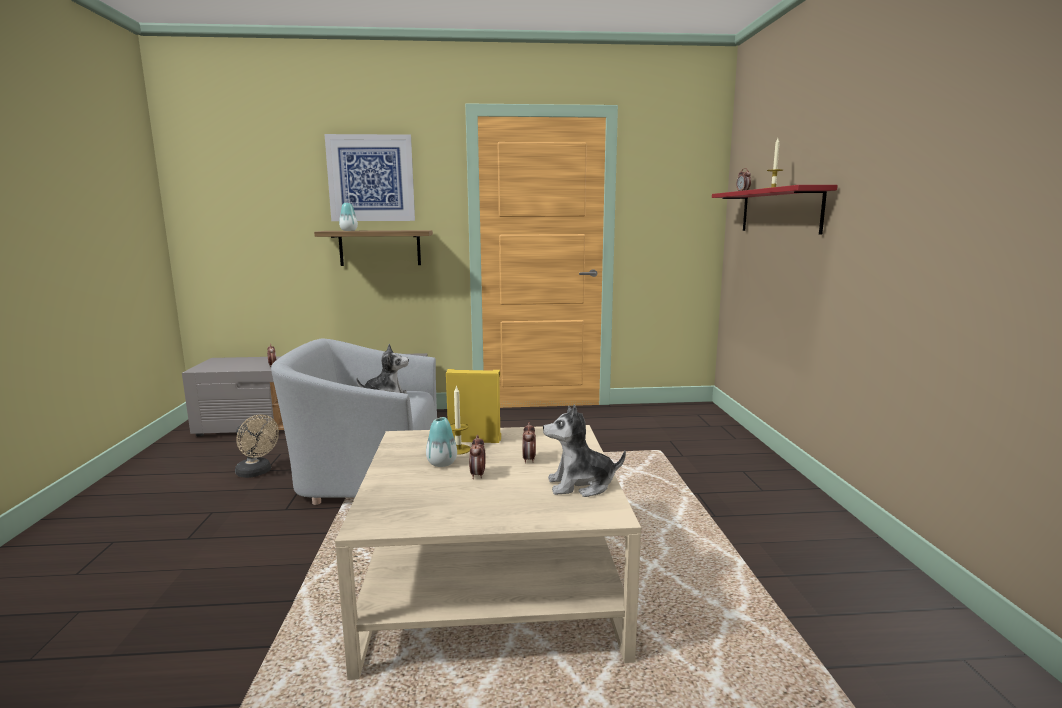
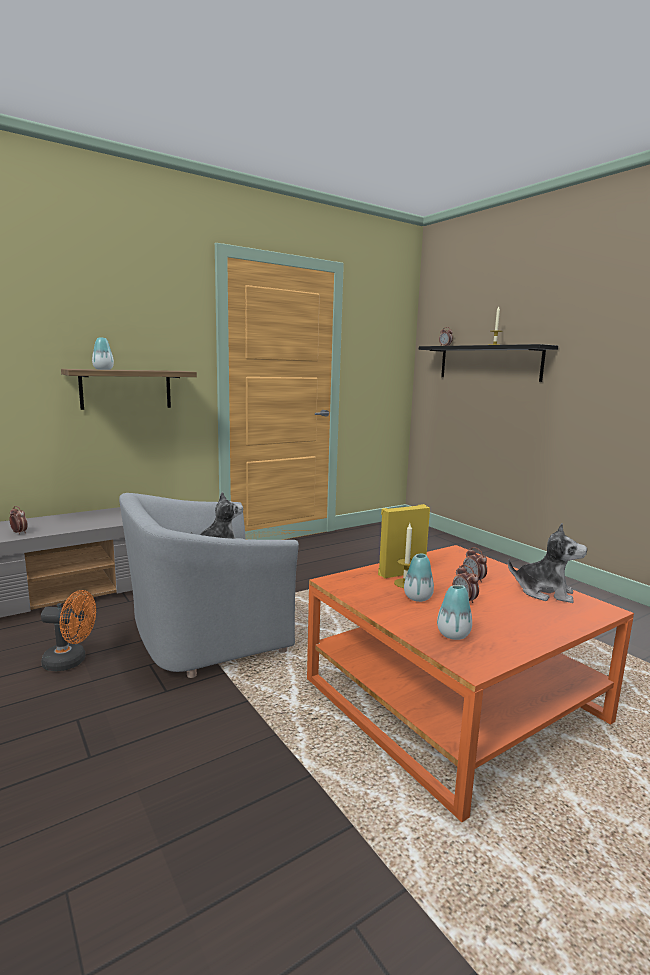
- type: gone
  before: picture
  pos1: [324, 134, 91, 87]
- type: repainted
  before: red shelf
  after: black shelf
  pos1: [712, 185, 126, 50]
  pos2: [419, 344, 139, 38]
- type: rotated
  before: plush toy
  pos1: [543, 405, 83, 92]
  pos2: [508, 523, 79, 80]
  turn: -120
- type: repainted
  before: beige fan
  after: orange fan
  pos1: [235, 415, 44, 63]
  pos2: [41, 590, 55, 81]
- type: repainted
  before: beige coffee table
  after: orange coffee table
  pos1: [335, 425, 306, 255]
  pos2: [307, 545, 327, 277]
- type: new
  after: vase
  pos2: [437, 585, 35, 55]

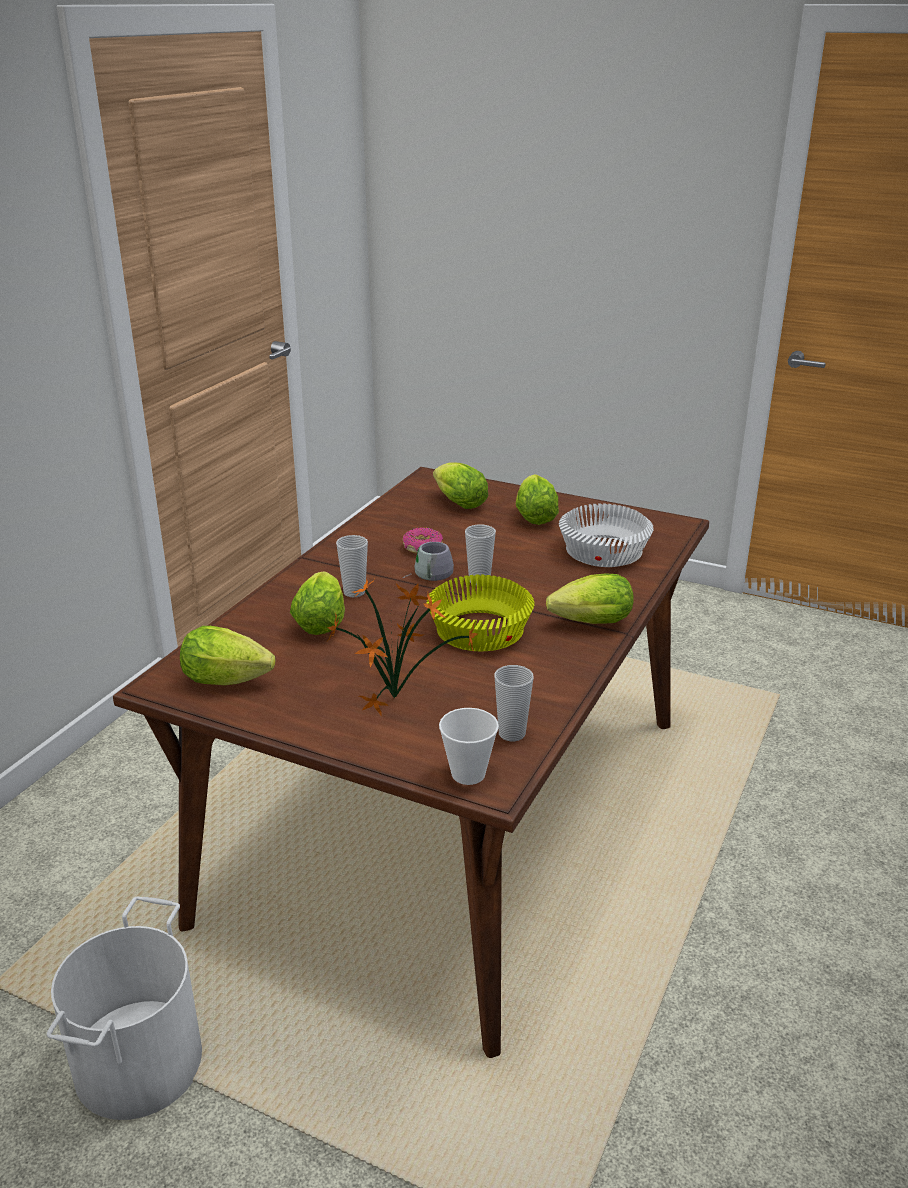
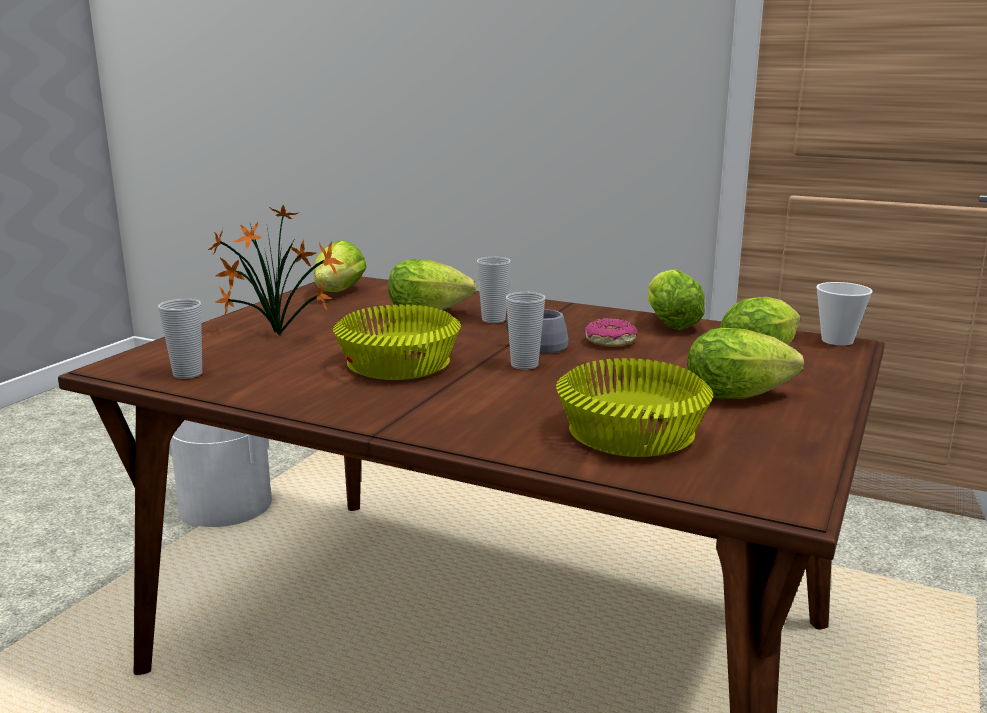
- type: repainted
  before: white bowl
  after: yellow bowl
  pos1: [559, 504, 95, 63]
  pos2: [556, 358, 157, 99]
- type: shifted
  before: lettuce
  pos1: [546, 574, 88, 50]
  pos2: [648, 269, 57, 61]
- type: shifted
  before: cup
  pos1: [439, 708, 60, 77]
  pos2: [816, 282, 57, 64]

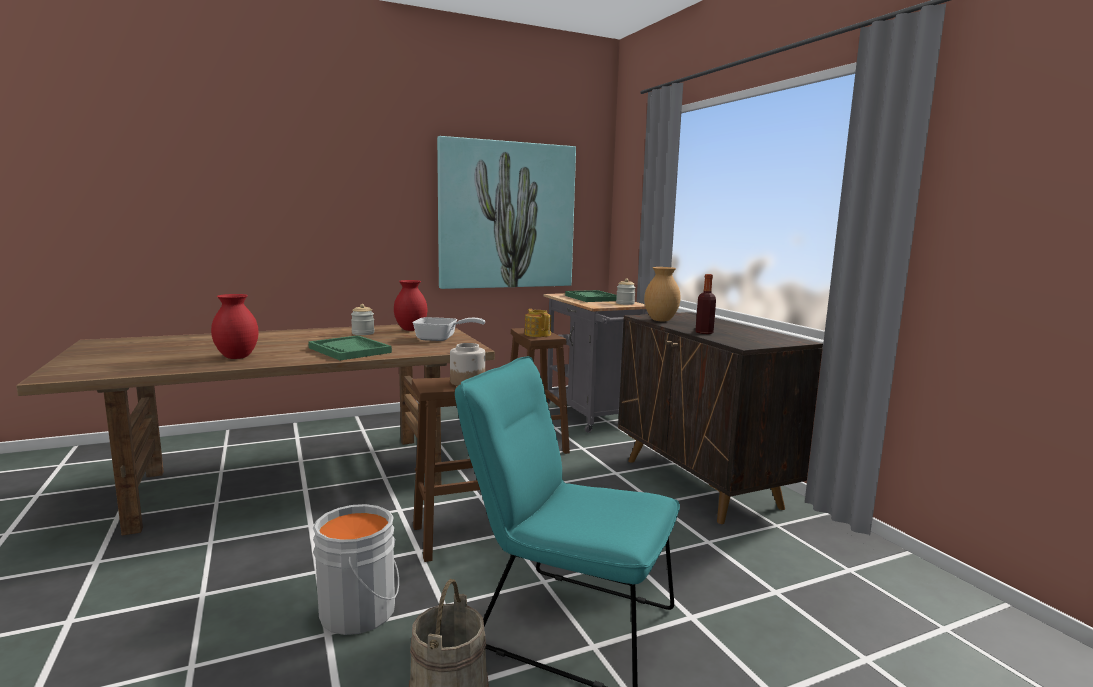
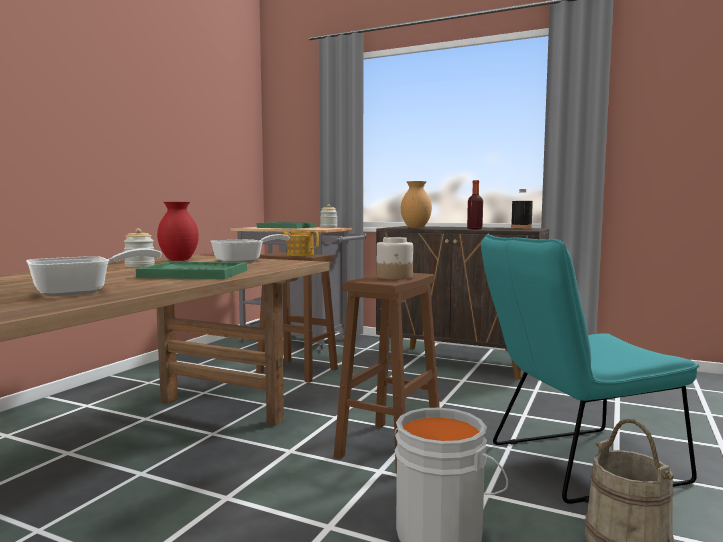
- type: gone
  before: picture
  pos1: [437, 136, 139, 153]
- type: swapped
  before: red vase
  after: frying pan
  pos1: [211, 294, 48, 65]
  pos2: [26, 248, 136, 48]
- type: new
  after: black bottle
  pos2: [511, 189, 22, 40]

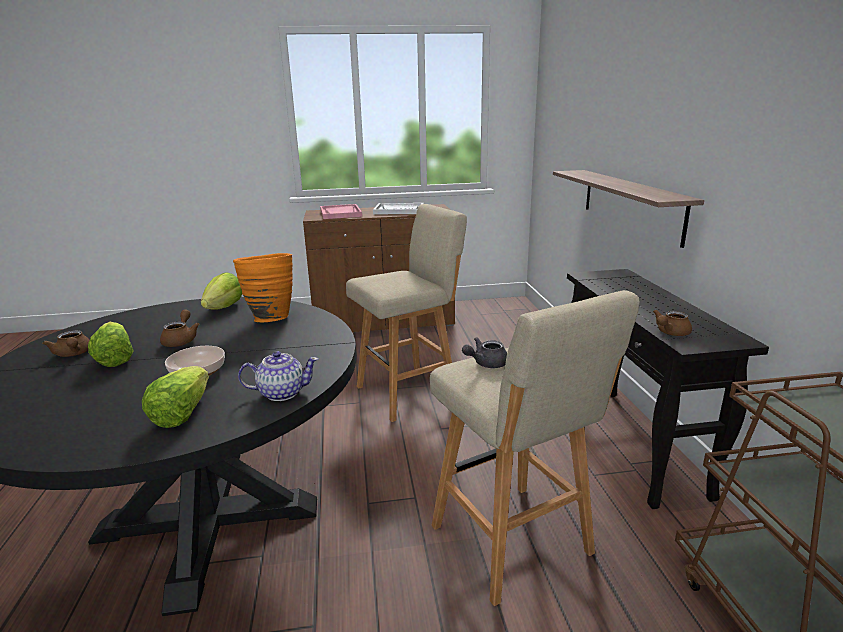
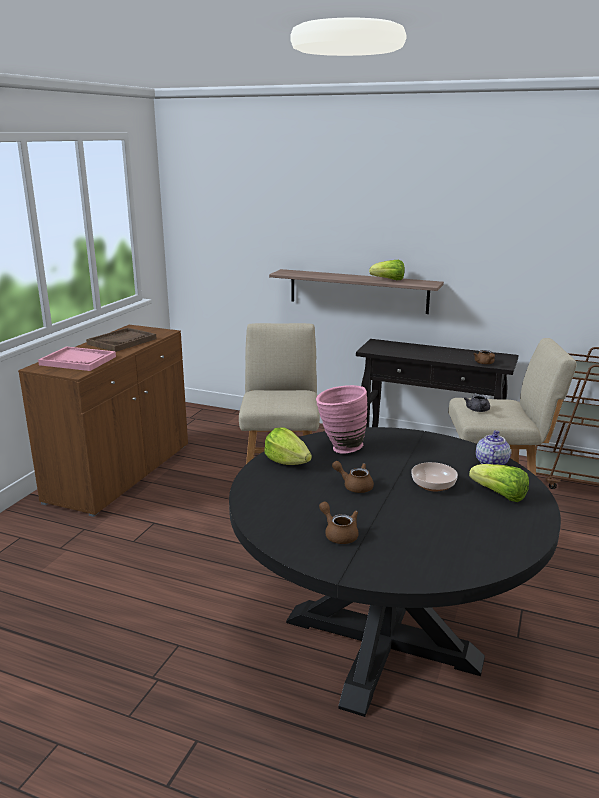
- type: repainted
  before: white tray
  after: brown tray
  pos1: [373, 203, 51, 11]
  pos2: [86, 328, 71, 24]
- type: repainted
  before: orange vase
  after: pink vase
  pos1: [233, 253, 60, 69]
  pos2: [316, 385, 52, 69]
- type: shifted
  before: lettuce
  pos1: [88, 322, 46, 45]
  pos2: [369, 260, 36, 20]
- type: rotated
  before: brown teapot
  pos1: [42, 330, 47, 27]
  pos2: [319, 501, 40, 43]
  turn: -120

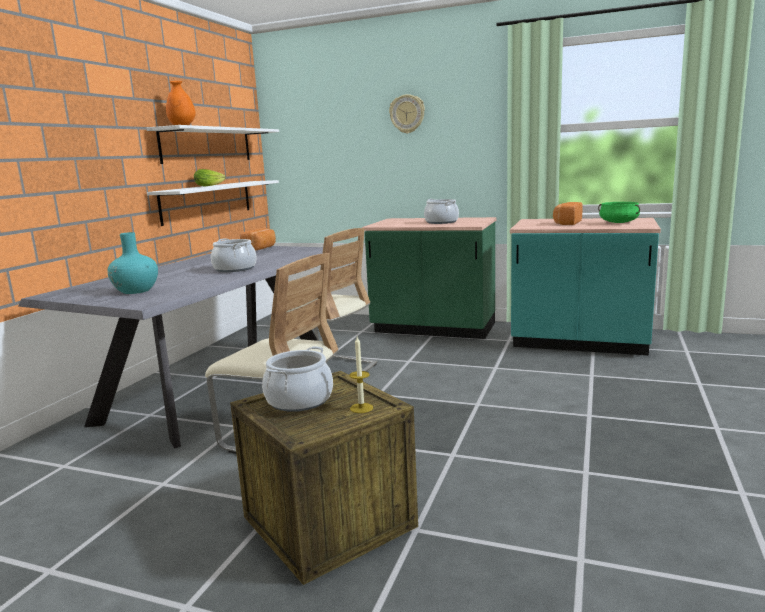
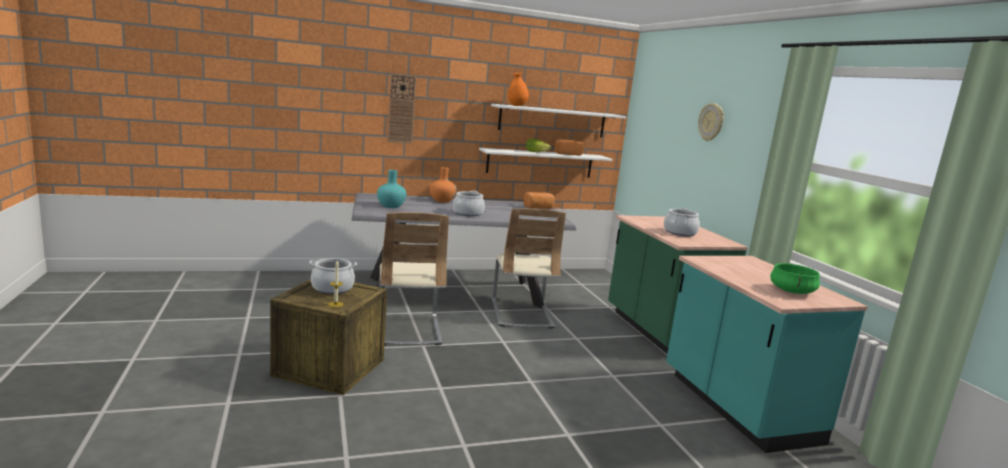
- type: shifted
  before: bread
  pos1: [553, 202, 30, 23]
  pos2: [555, 139, 28, 17]
- type: new
  after: wall clock
  pos2: [387, 74, 29, 70]
- type: new
  after: orange vase
  pos2: [430, 167, 27, 36]

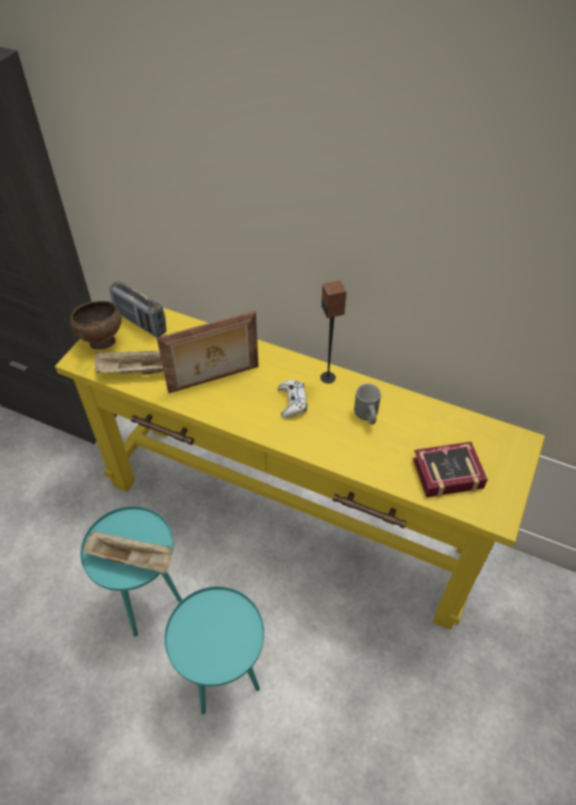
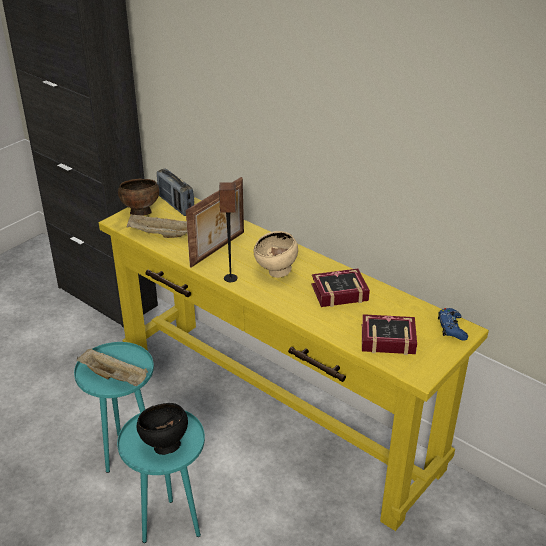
- type: shifted
  before: speaker
  pos1: [320, 281, 27, 103]
  pos2: [219, 182, 18, 100]
- type: rotated
  before: picture frame
  pos1: [157, 310, 102, 83]
  pos2: [186, 177, 58, 91]
  turn: -45
- type: swapped
  before: white game controller
  after: beige bowl
  pos1: [278, 380, 29, 39]
  pos2: [254, 231, 44, 47]
- type: swapped
  before: grey mug
  after: book
  pos1: [354, 384, 27, 41]
  pos2: [311, 269, 59, 38]
- type: new
  after: blue game controller
  pos2: [438, 308, 30, 33]
- type: new
  after: black bowl
  pos2: [136, 403, 52, 52]

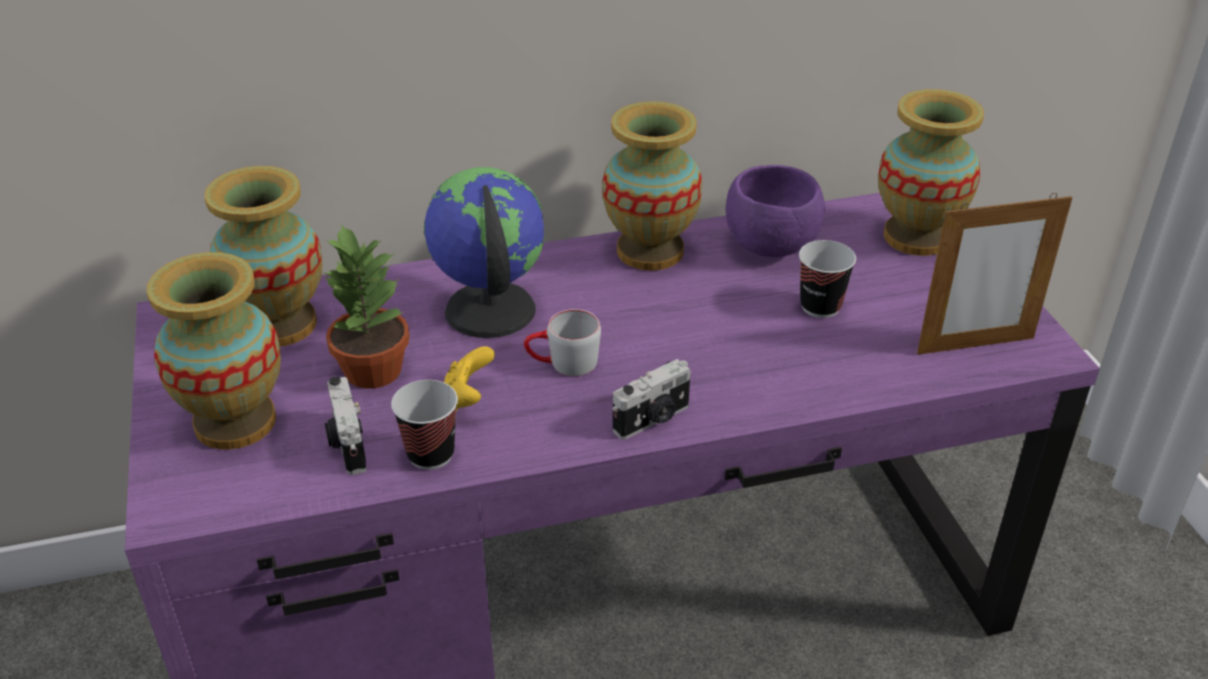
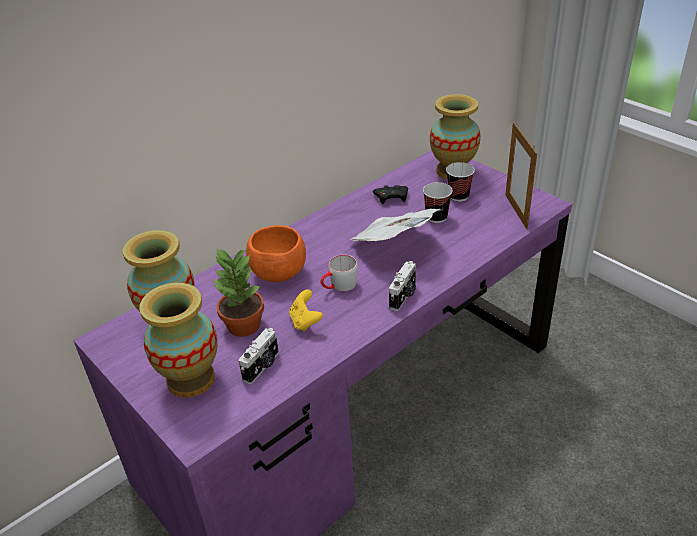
- type: gone
  before: vase
  pos1: [602, 101, 100, 170]
- type: swapped
  before: purple bowl
  after: black game controller
  pos1: [726, 165, 99, 92]
  pos2: [373, 185, 35, 19]
- type: swapped
  before: globe
  after: orange bowl
  pos1: [424, 167, 121, 171]
  pos2: [246, 225, 60, 57]
- type: rotated
  before: picture frame
  pos1: [917, 193, 155, 162]
  pos2: [506, 122, 31, 107]
  turn: 120
- type: rotated
  before: photo camera
  pos1: [325, 377, 42, 98]
  pos2: [239, 328, 40, 56]
  turn: -105
- type: shifted
  before: cup
  pos1: [391, 380, 67, 90]
  pos2: [446, 162, 29, 39]
- type: new
  after: newspaper
  pos2: [349, 209, 91, 32]

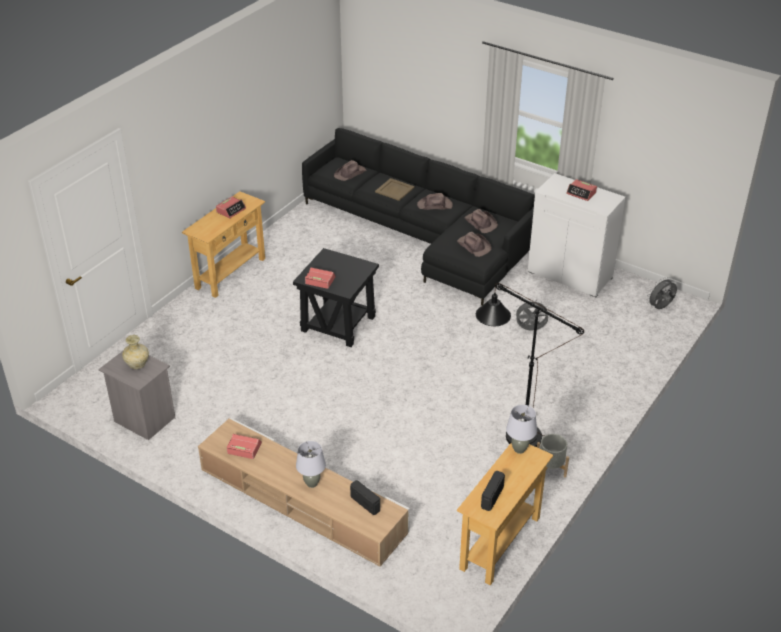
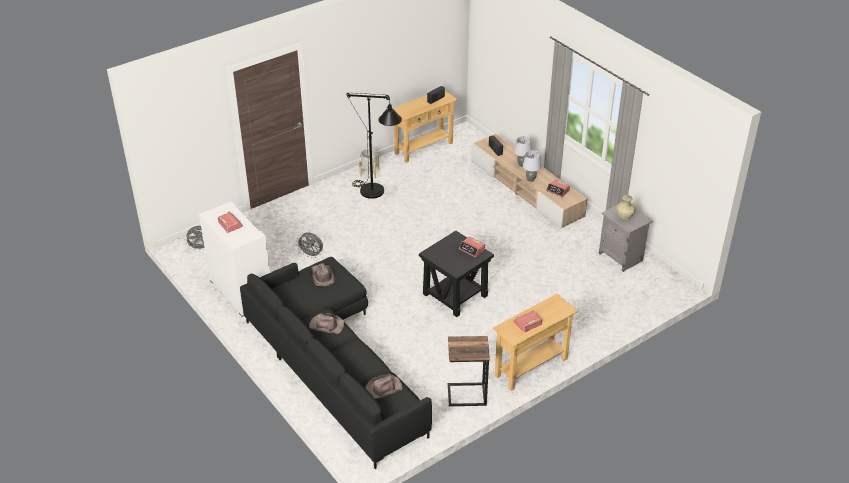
- type: gone
  before: beige tray
  pos1: [375, 178, 40, 23]
- type: gone
  before: brown hat
  pos1: [465, 209, 33, 24]
- type: shifted
  before: grey table lamp
  pos1: [506, 405, 31, 49]
  pos2: [523, 150, 18, 32]
- type: new
  after: side table
  pos2: [448, 336, 42, 70]

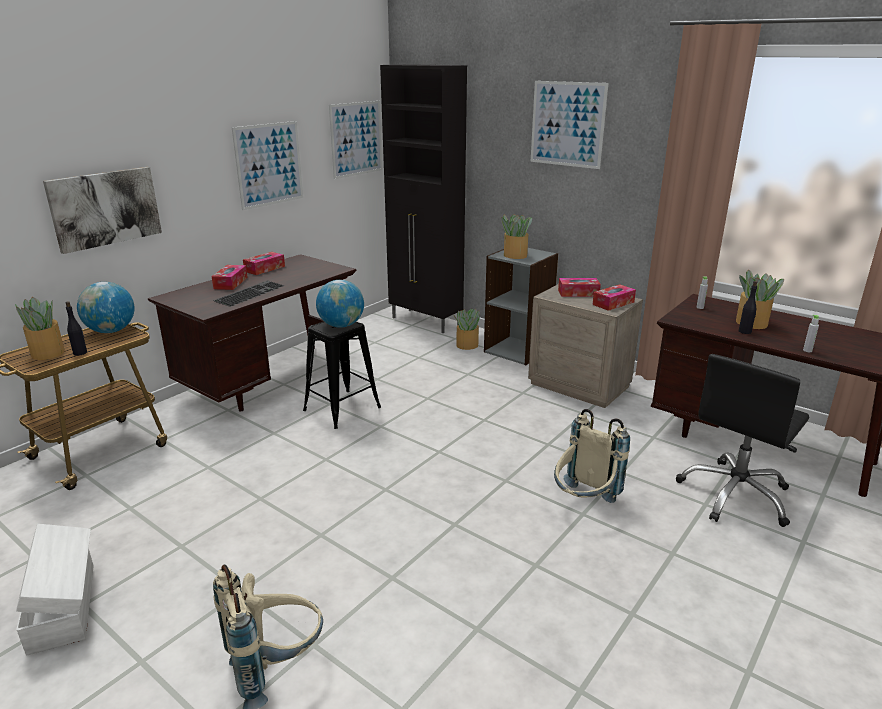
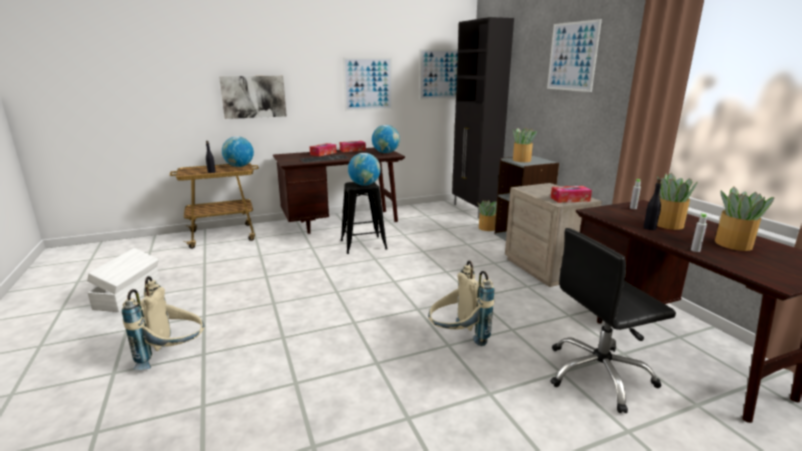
- type: gone
  before: tissue box
  pos1: [558, 278, 43, 19]
- type: shifted
  before: potted plant
  pos1: [15, 297, 50, 63]
  pos2: [715, 186, 60, 65]
- type: new
  after: globe
  pos2: [372, 125, 28, 28]

